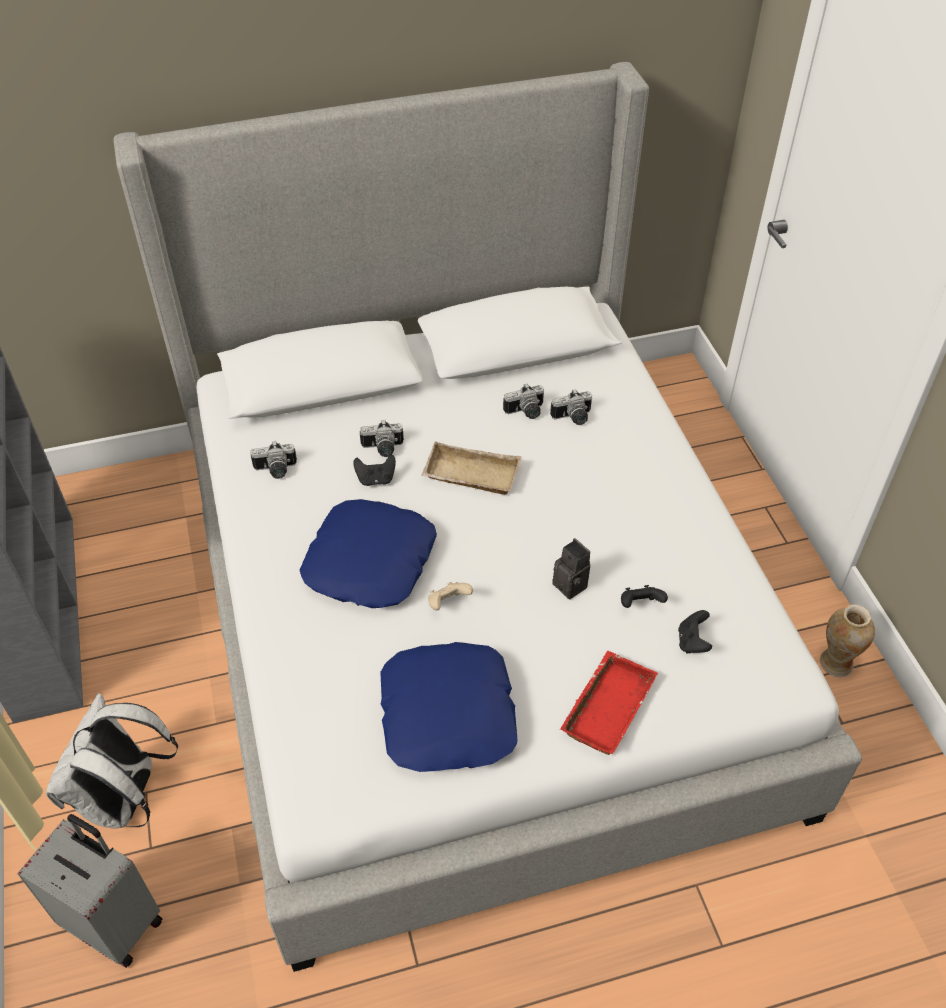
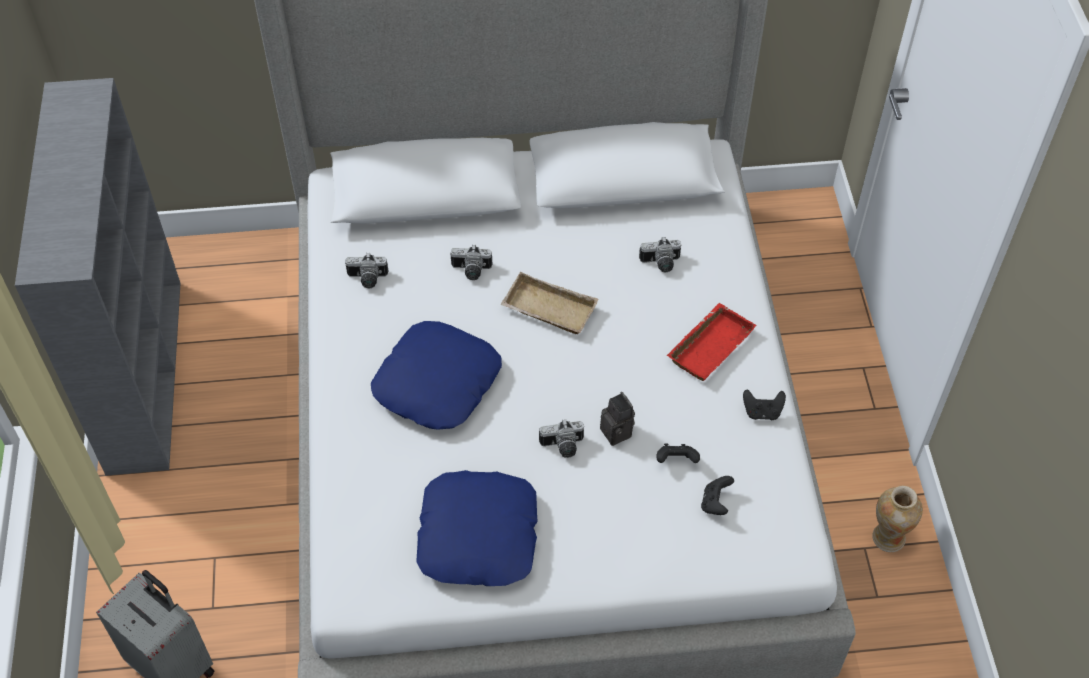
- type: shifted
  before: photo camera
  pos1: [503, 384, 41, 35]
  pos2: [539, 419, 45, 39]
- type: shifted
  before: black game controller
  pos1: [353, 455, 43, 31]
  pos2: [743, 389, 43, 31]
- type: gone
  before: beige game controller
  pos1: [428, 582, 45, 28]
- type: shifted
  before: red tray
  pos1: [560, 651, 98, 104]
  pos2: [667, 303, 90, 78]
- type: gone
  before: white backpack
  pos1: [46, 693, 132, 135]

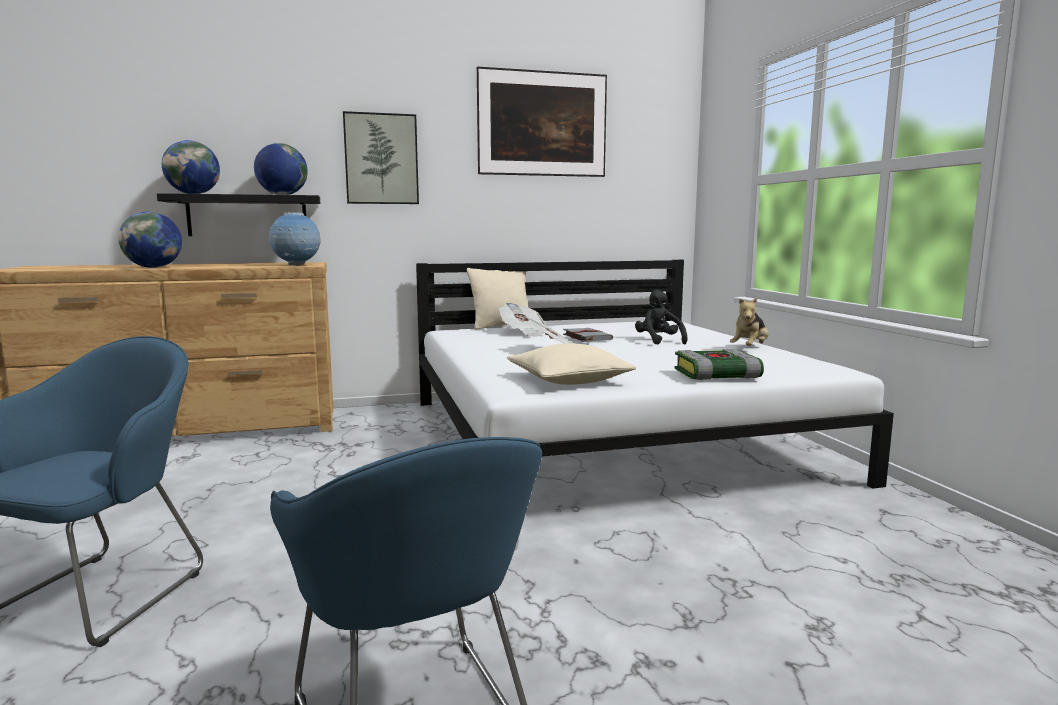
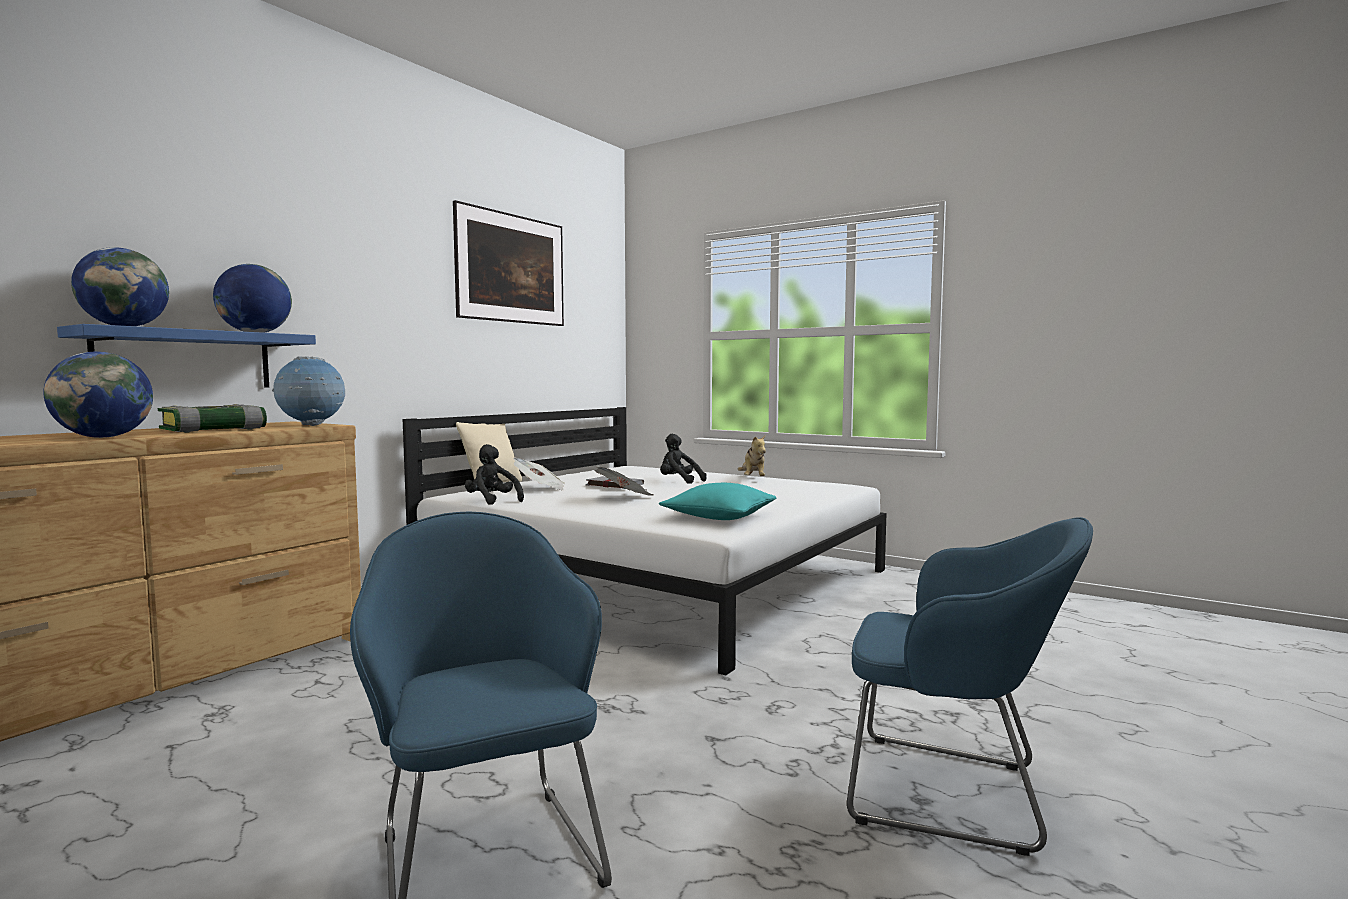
- type: gone
  before: picture
  pos1: [343, 111, 76, 93]
- type: repainted
  before: black shelf
  after: blue shelf
  pos1: [157, 193, 163, 43]
  pos2: [57, 324, 259, 63]
- type: repainted
  before: beige pillow
  after: turquoise pillow
  pos1: [507, 343, 129, 42]
  pos2: [659, 483, 117, 37]
- type: shifted
  before: book
  pos1: [674, 349, 90, 31]
  pos2: [158, 404, 109, 29]
- type: new
  after: black plush toy
  pos2: [465, 444, 59, 61]

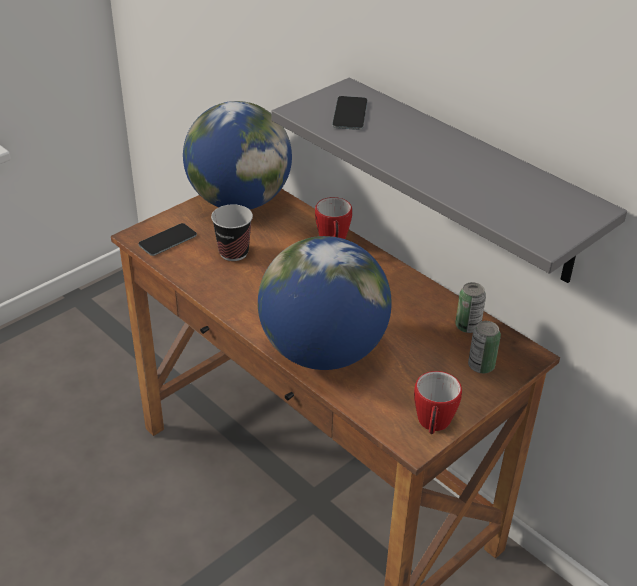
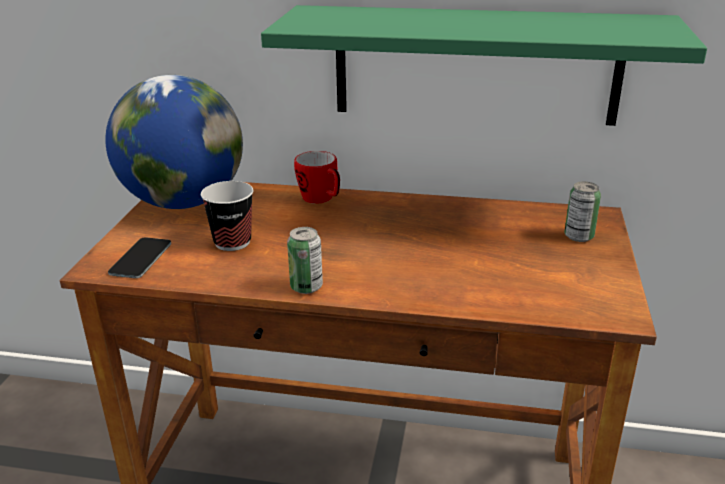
- type: repainted
  before: grey shelf
  after: green shelf
  pos1: [271, 78, 356, 205]
  pos2: [261, 5, 446, 121]
- type: gone
  before: phone
  pos1: [332, 96, 35, 34]
- type: gone
  before: globe
  pos1: [258, 236, 134, 134]
- type: shifted
  before: can
  pos1: [455, 282, 31, 51]
  pos2: [287, 227, 36, 67]
- type: gone
  before: mug
  pos1: [414, 371, 48, 63]

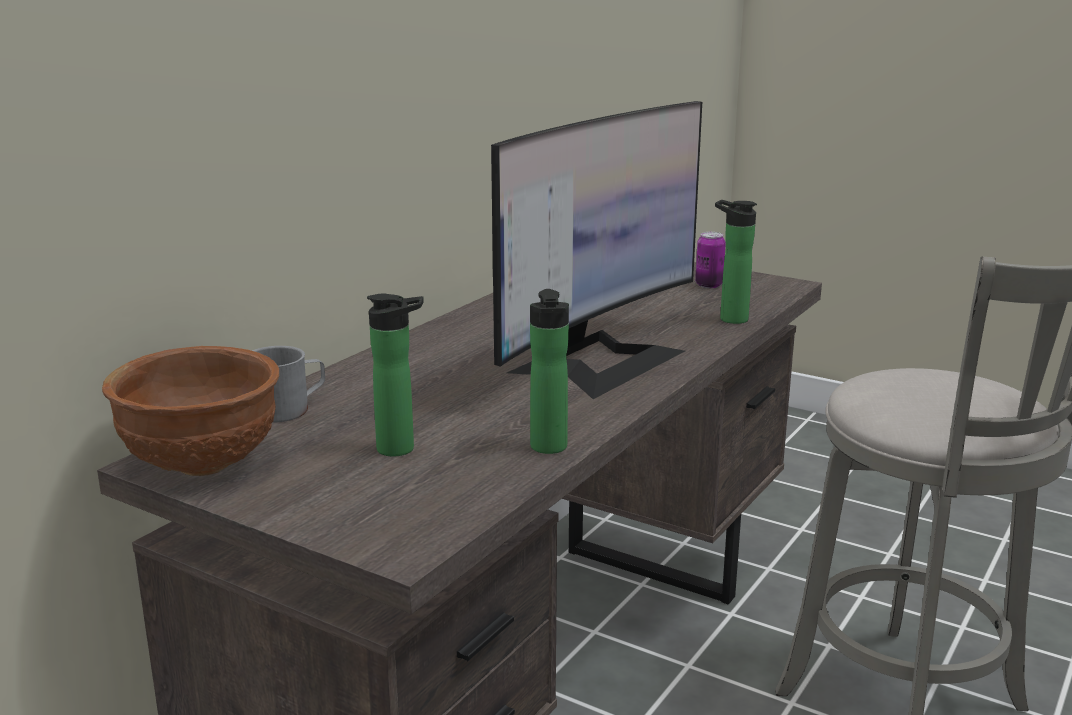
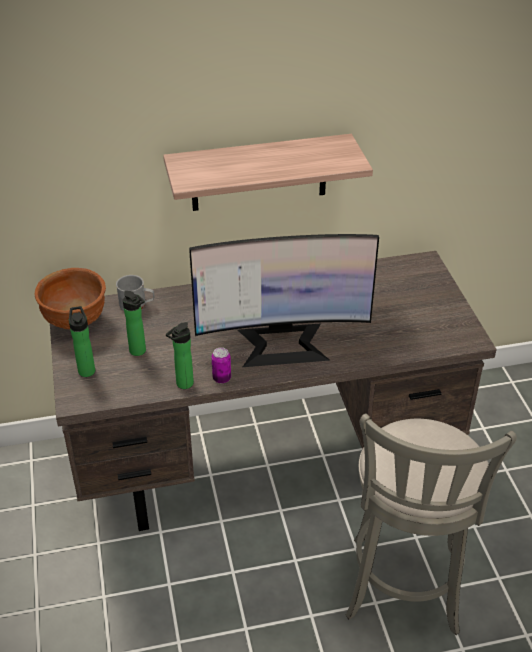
- type: shifted
  before: bottle
  pos1: [715, 200, 42, 124]
  pos2: [69, 306, 26, 71]
- type: shifted
  before: can
  pos1: [695, 232, 31, 56]
  pos2: [212, 347, 19, 36]
- type: new
  after: shelf
  pos2: [163, 134, 210, 77]

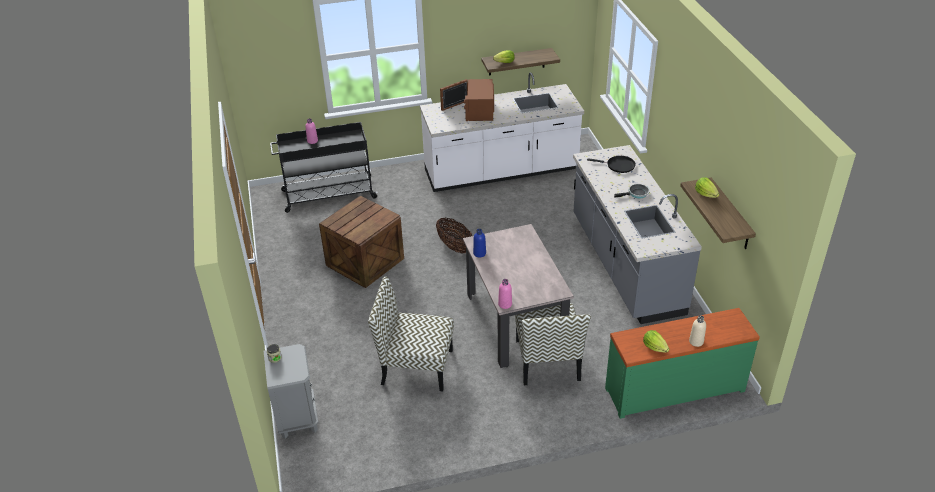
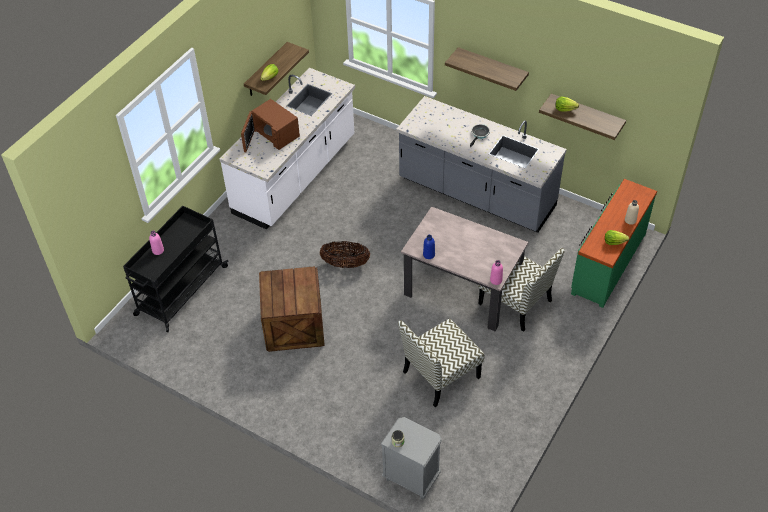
- type: gone
  before: black frying pan
  pos1: [587, 156, 49, 17]
- type: new
  after: shelf
  pos2: [445, 47, 84, 44]

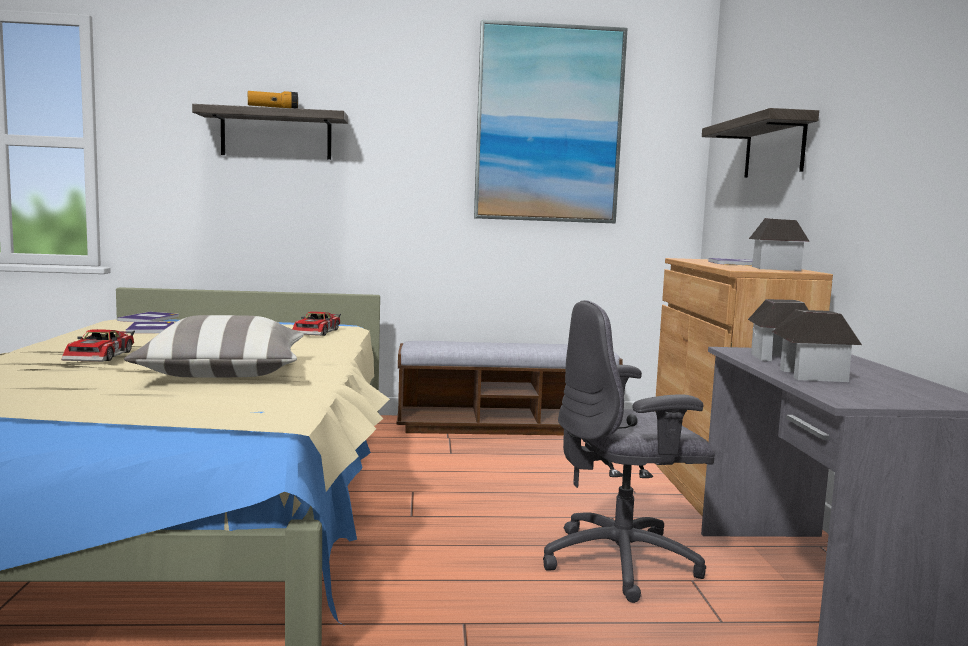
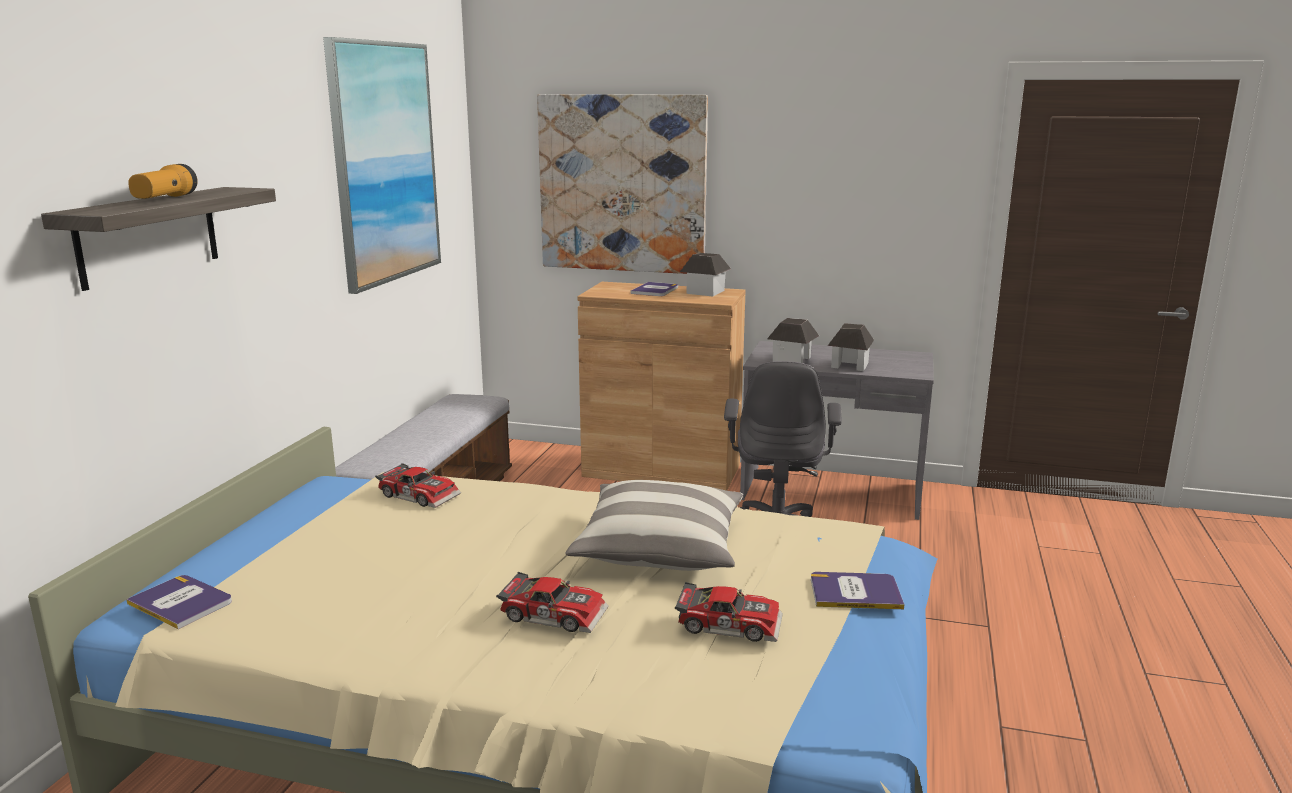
- type: swapped
  before: shelf
  after: picture
  pos1: [702, 108, 117, 70]
  pos2: [537, 94, 171, 180]
- type: shifted
  before: book
  pos1: [126, 321, 48, 12]
  pos2: [811, 572, 93, 37]
- type: new
  after: toy car
  pos2: [675, 582, 108, 60]

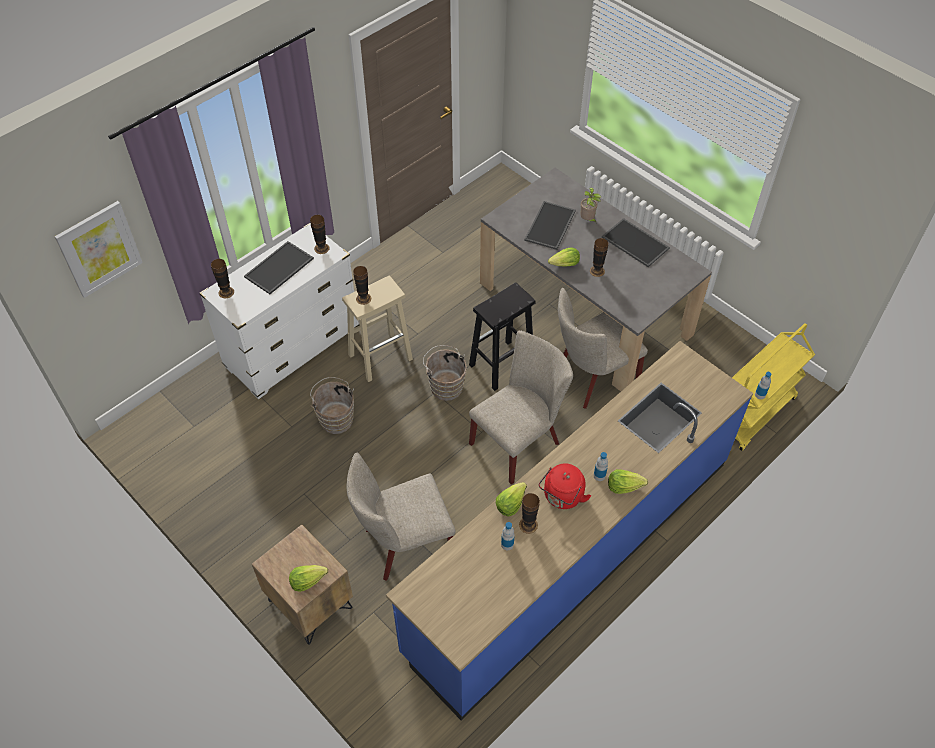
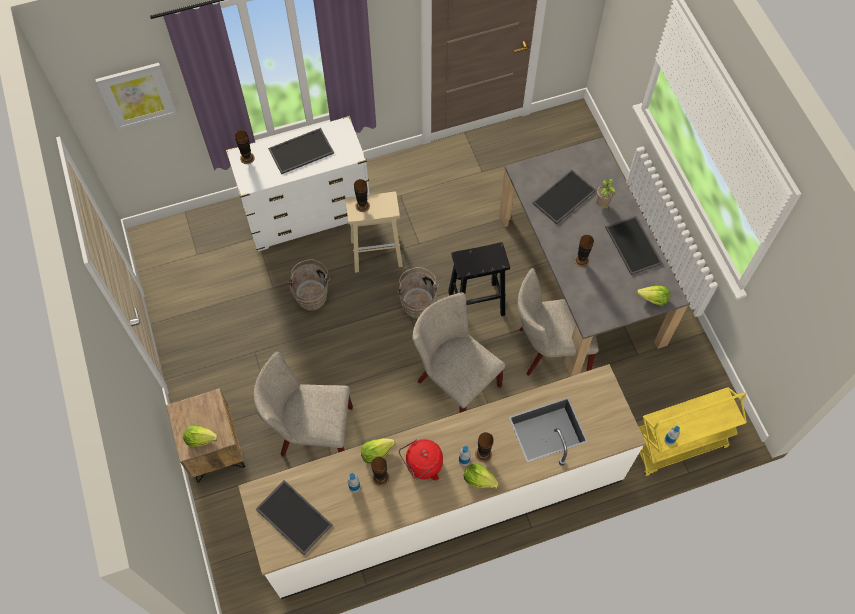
- type: shifted
  before: vase
  pos1: [310, 215, 19, 39]
  pos2: [475, 432, 19, 30]
- type: shifted
  before: lettuce
  pos1: [548, 247, 32, 20]
  pos2: [637, 286, 33, 19]
- type: rotated
  before: beige chair
  pos1: [469, 330, 104, 155]
  pos2: [412, 293, 93, 120]
  turn: -120
- type: repainted
  before: blue counter
  after: white counter
  pos1: [386, 341, 367, 379]
  pos2: [238, 364, 408, 235]
- type: new
  after: tray
  pos2: [256, 480, 76, 75]

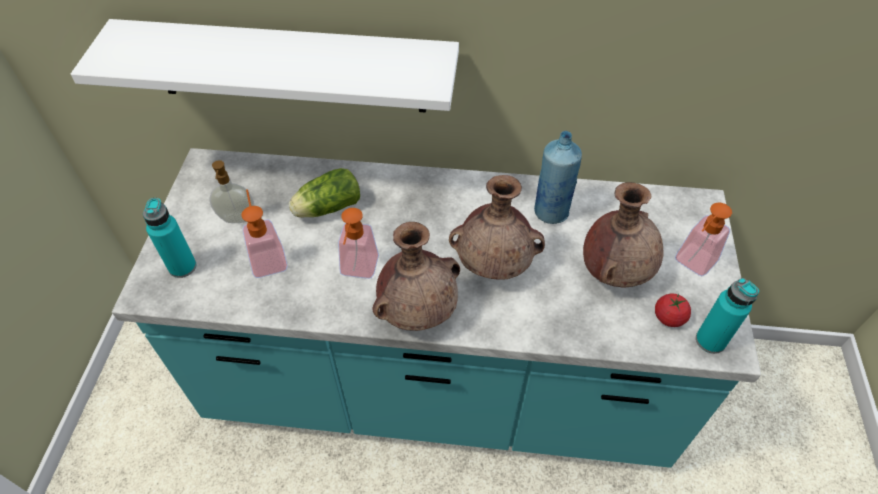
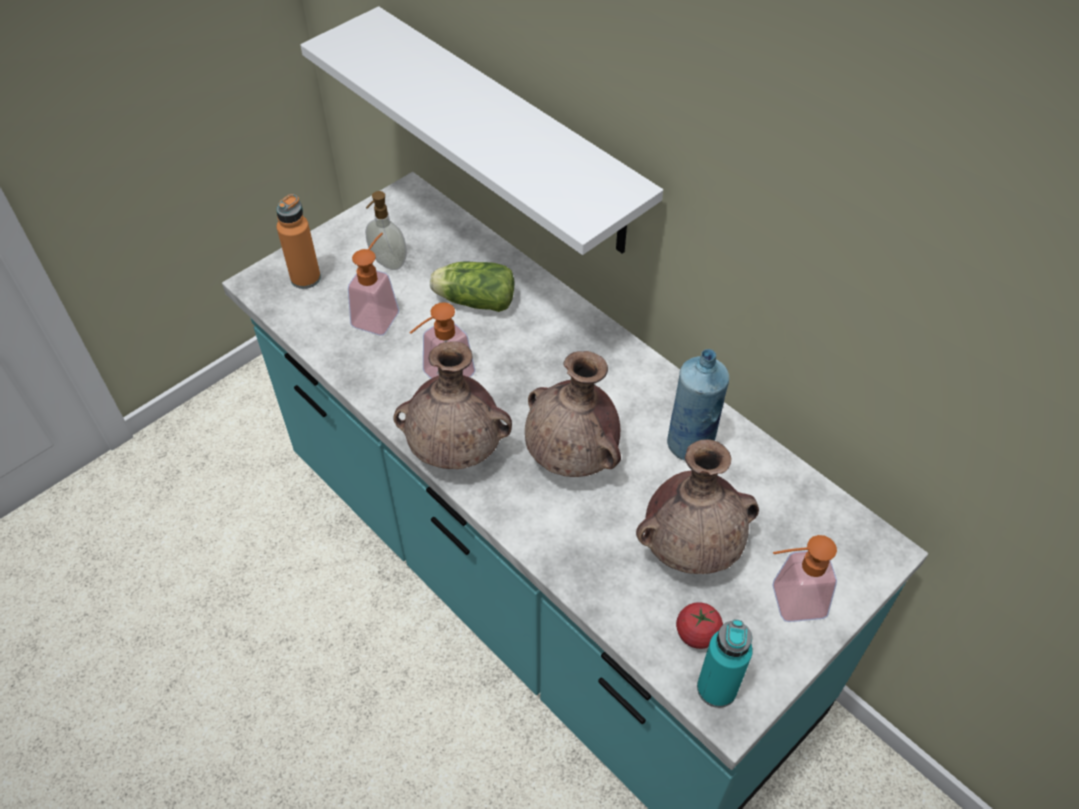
- type: repainted
  before: turquoise bottle
  after: orange bottle
  pos1: [143, 198, 53, 80]
  pos2: [277, 194, 44, 95]

